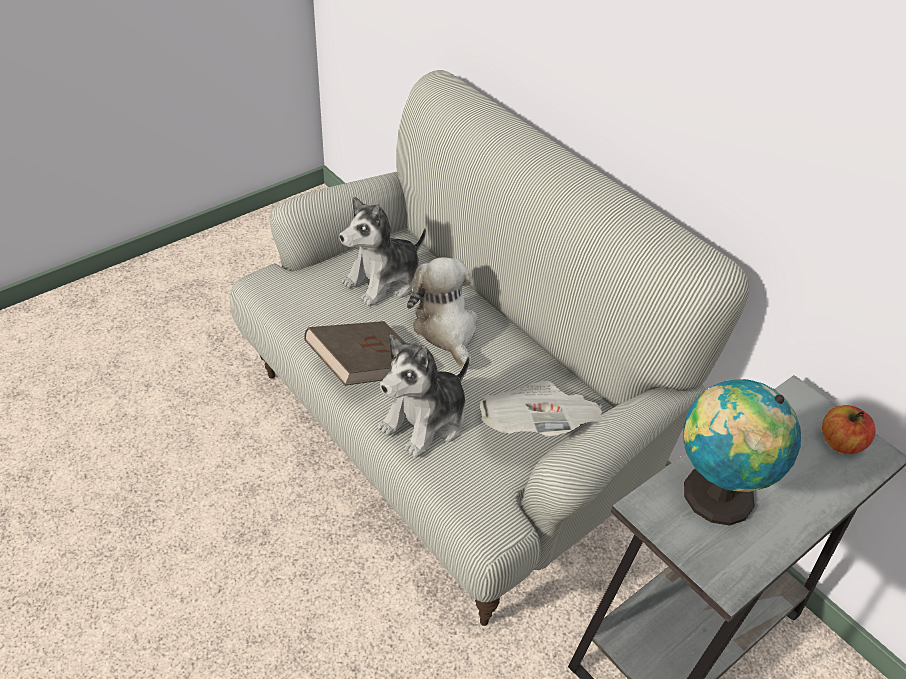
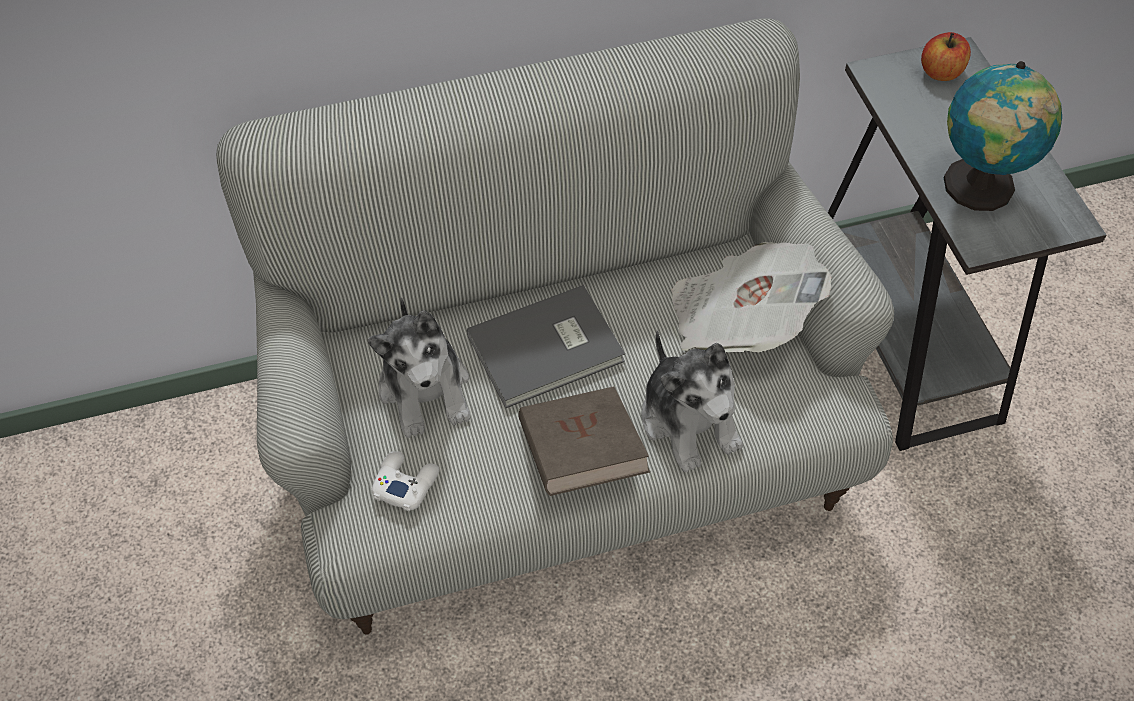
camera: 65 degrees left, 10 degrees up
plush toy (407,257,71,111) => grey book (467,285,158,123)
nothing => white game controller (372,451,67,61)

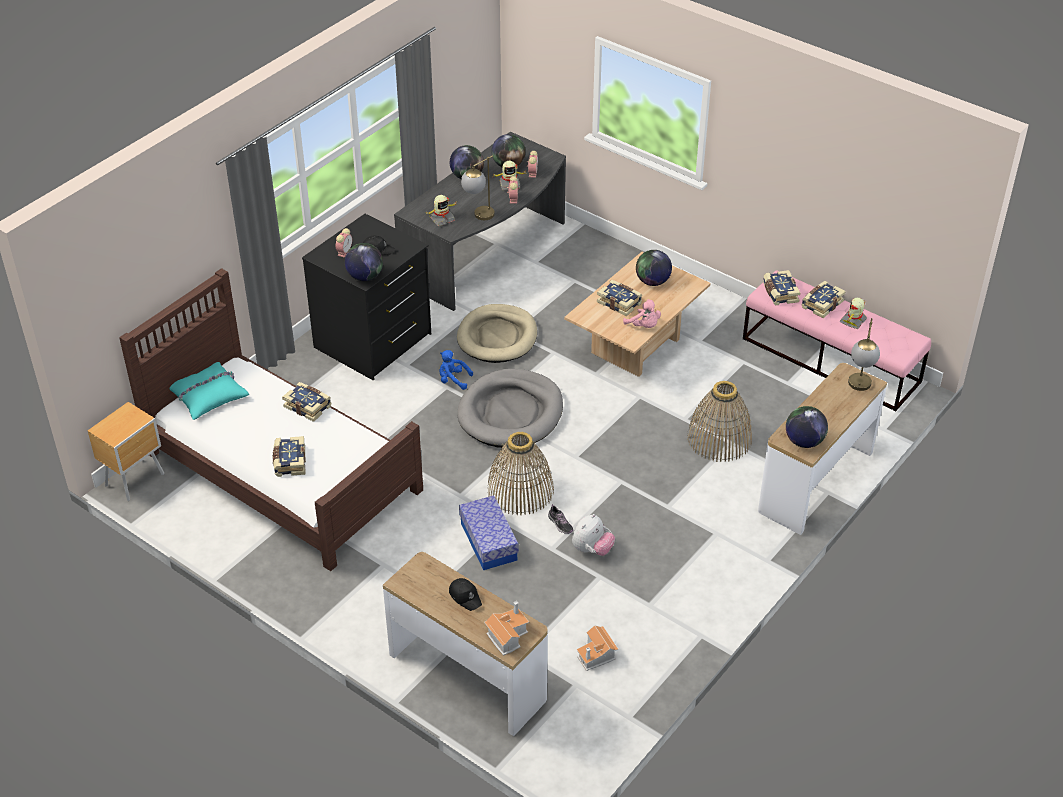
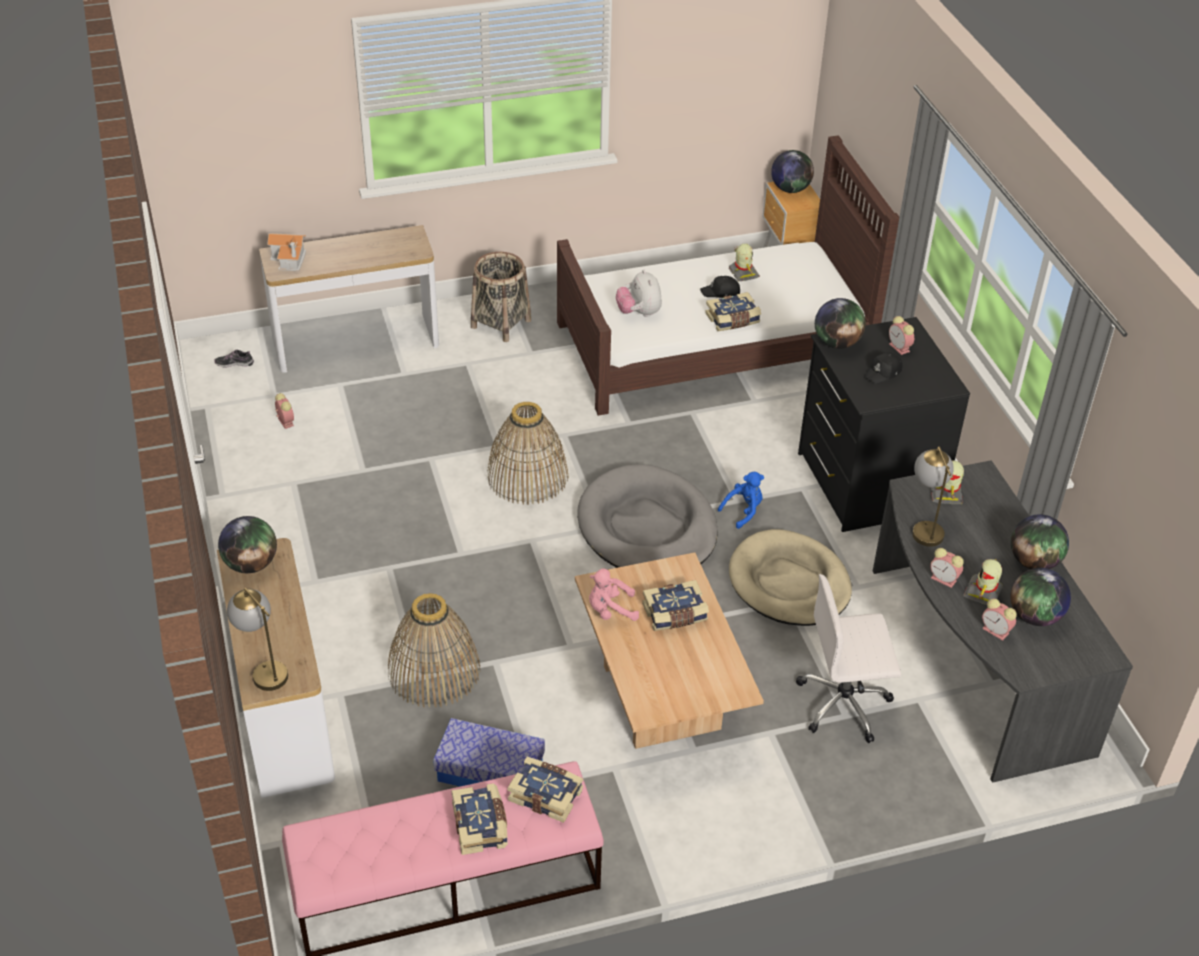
camera: 125 degrees right, 0 degrees up
turquoise pillow (170,362,79,58) => nothing
book (273,436,33,41) => nothing
black cap (449,578,33,33) => black cap (700,276,40,22), moved
storage box (459,495,60,75) => storage box (433,718,112,69), moved
shoe (548,504,25,30) => shoe (214,350,40,18), moved
plush toy (572,514,43,42) => plush toy (616,270,46,47), moved
toy house (577,625,42,46) => alarm clock (275,393,19,36)
globe (636,250,36,36) => globe (771,150,43,43), moved
toy robot (840,297,27,32) => toy robot (729,244,31,37), moved
nothing => basket (471,252,60,90)
nothing => white office chair (796,574,105,169)

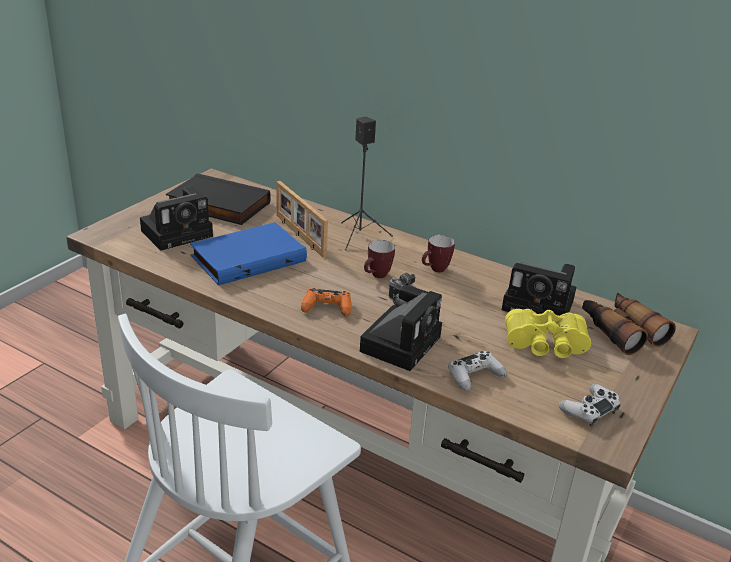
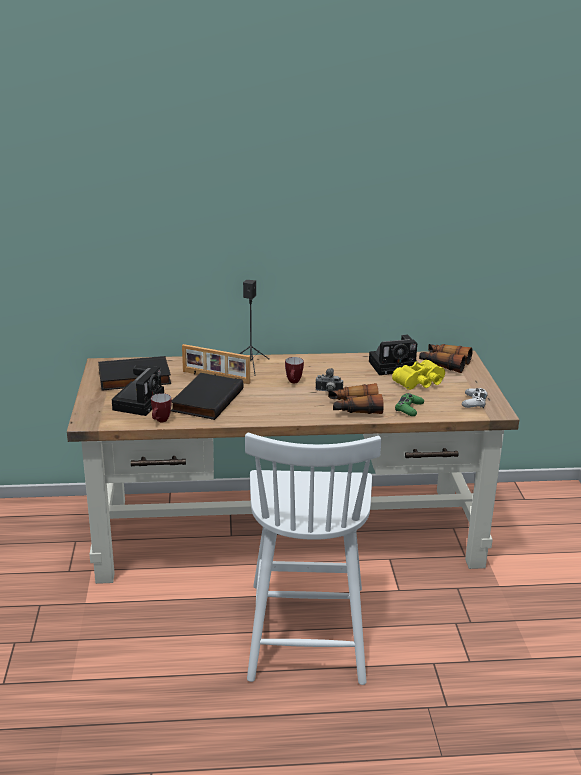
camera: 35 degrees left, 5 degrees down
blue book (190,222,117,63) => black book (171,373,73,47)
orange game controller (301,288,51,29) => nothing
photo camera (360,285,82,86) => binoculars (328,383,56,31)
mug (422,235,33,37) => mug (151,393,21,29), moved
white game controller (448,351,59,40) => green game controller (395,393,29,23)

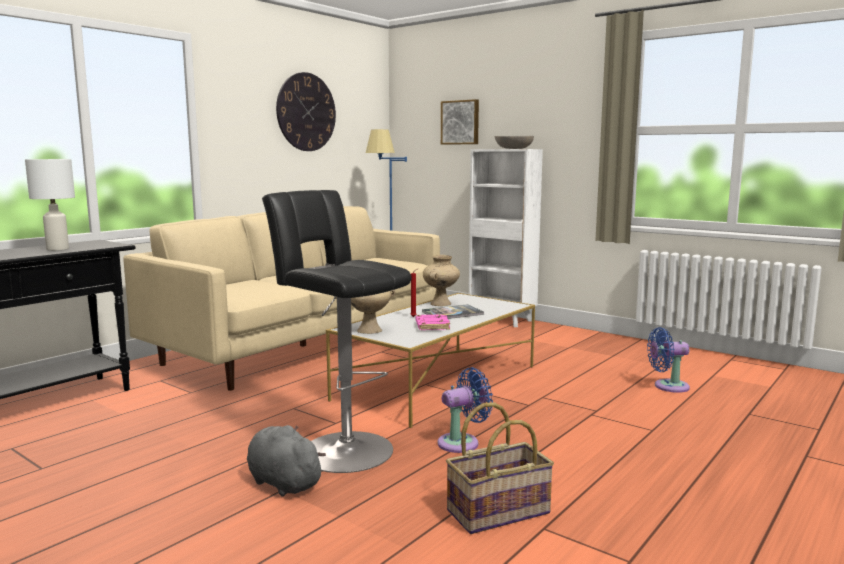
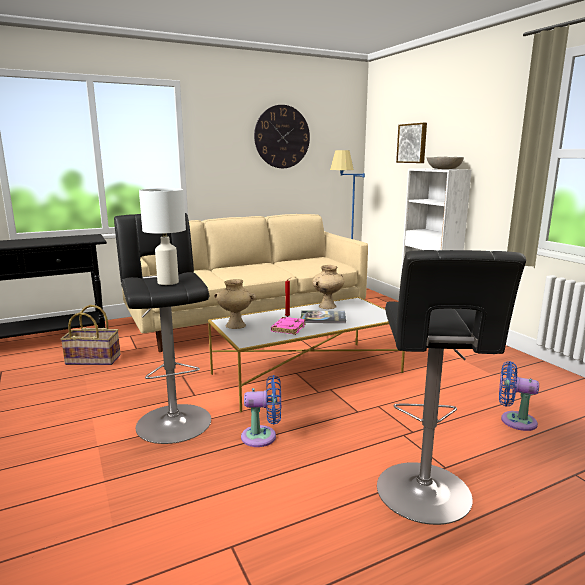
camera: 25 degrees right, 5 degrees up
white table lamp (25,159,50,92) => white table lamp (139,188,47,97), moved
grey plush toy (247,425,79,72) => nothing
basket (446,402,108,132) => basket (61,305,60,60), moved
nothing => black stool (377,250,149,275)

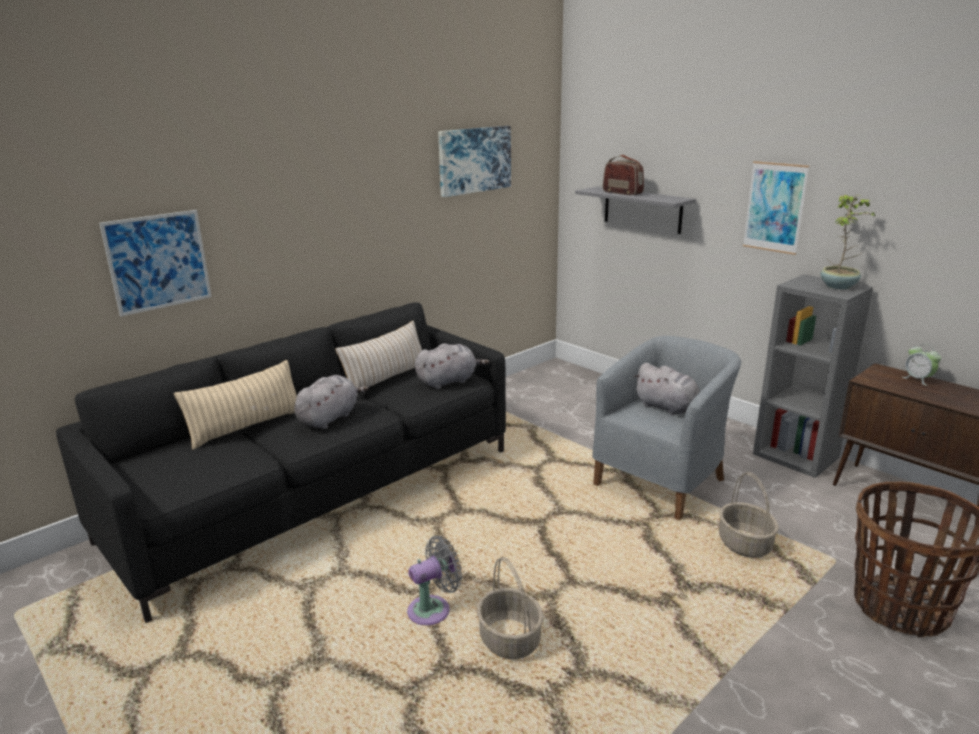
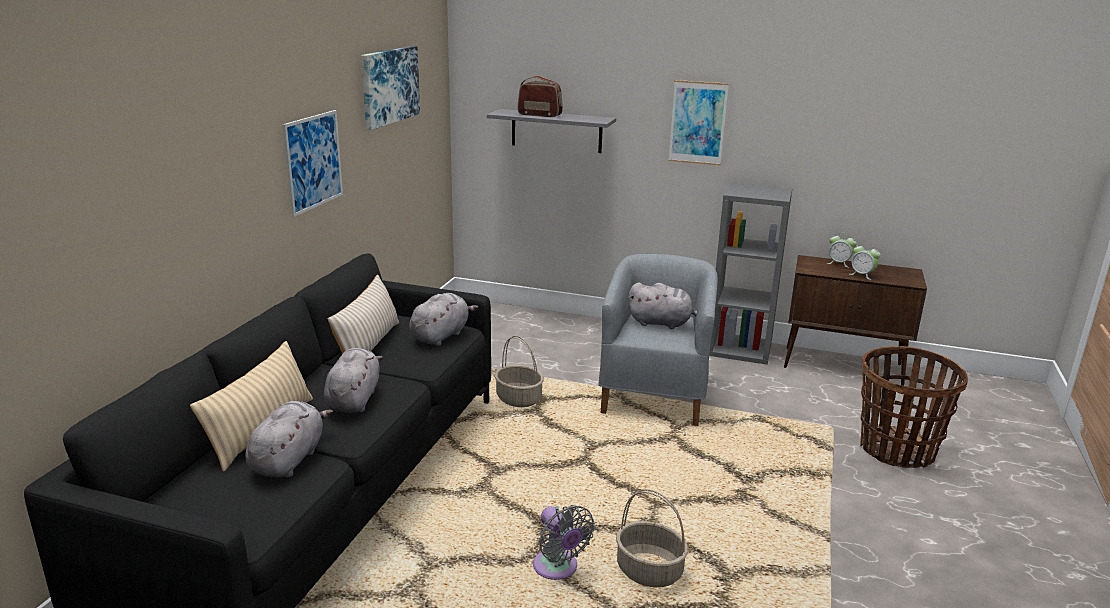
camera: 30 degrees left, 0 degrees up
picture (99,210,113,106) => picture (283,110,60,107), moved
grey fan (407,536,55,89) => grey fan (533,505,62,75), 120 degrees clockwise
basket (719,472,60,86) => basket (495,336,49,71), moved
potted plant (821,195,54,94) => nothing
nothing => grey plush toy (245,401,88,77)
nothing => alarm clock (850,243,30,37)

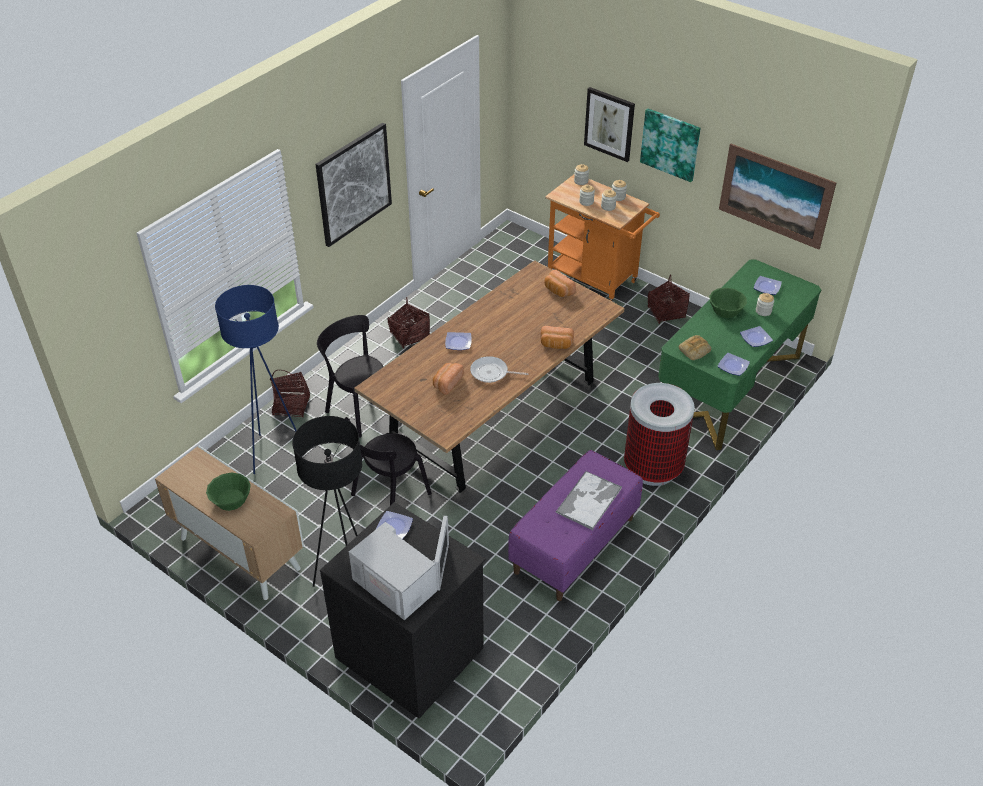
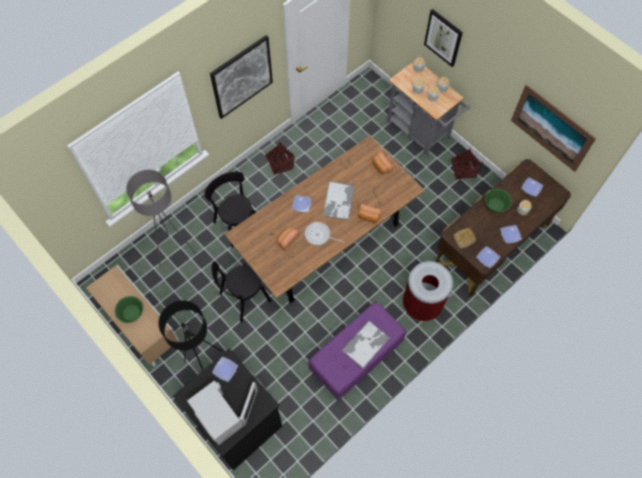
camera: 10 degrees right, 20 degrees up
blue floor lamp (215,285,82,189) => grey floor lamp (126,170,70,97)
basket (270,370,40,47) => nothing
orange cart (545,174,115,128) => grey cart (386,61,84,96)
picture (640,108,61,74) => nothing
green desk (658,259,163,191) => brown desk (435,159,136,138)
nothing => tray (323,182,32,38)

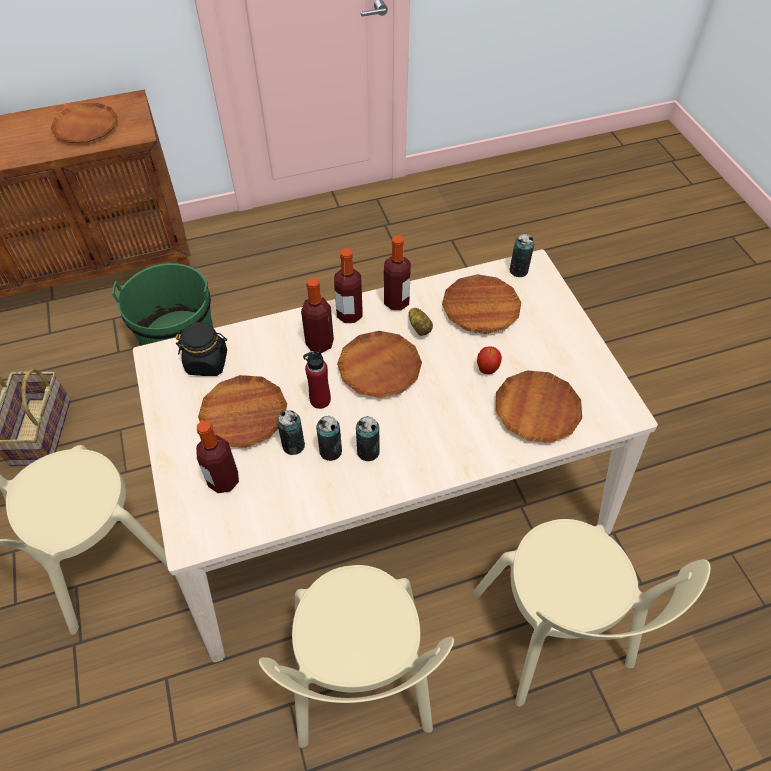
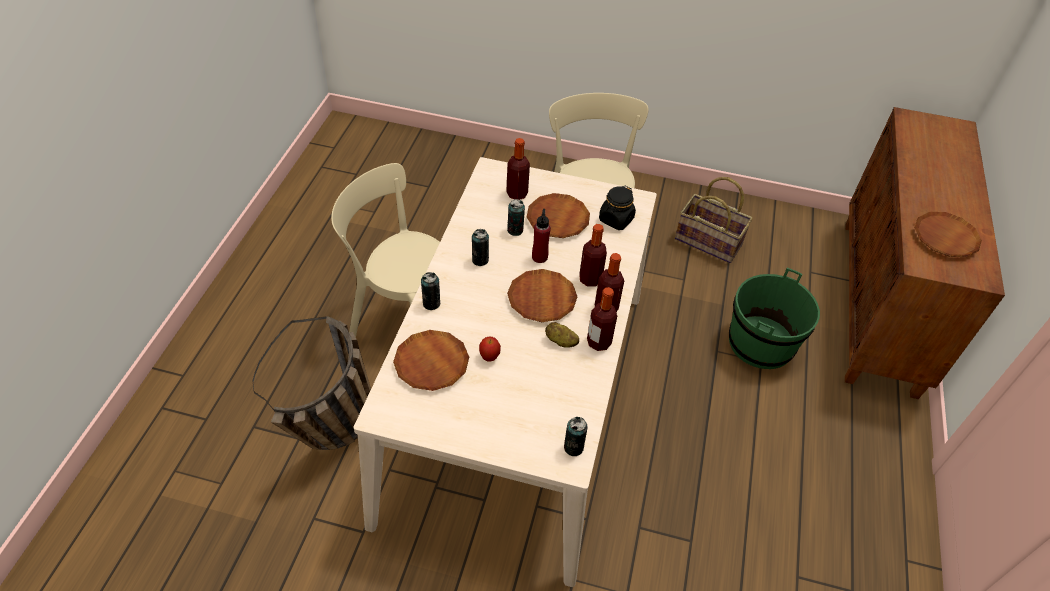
camera: 120 degrees right, 5 degrees down
can (316,416,26,45) => can (421,272,19,38), moved
brown plate (442,274,79,60) => nothing
beige chair (473,519,238,188) => basket (253,316,118,134)

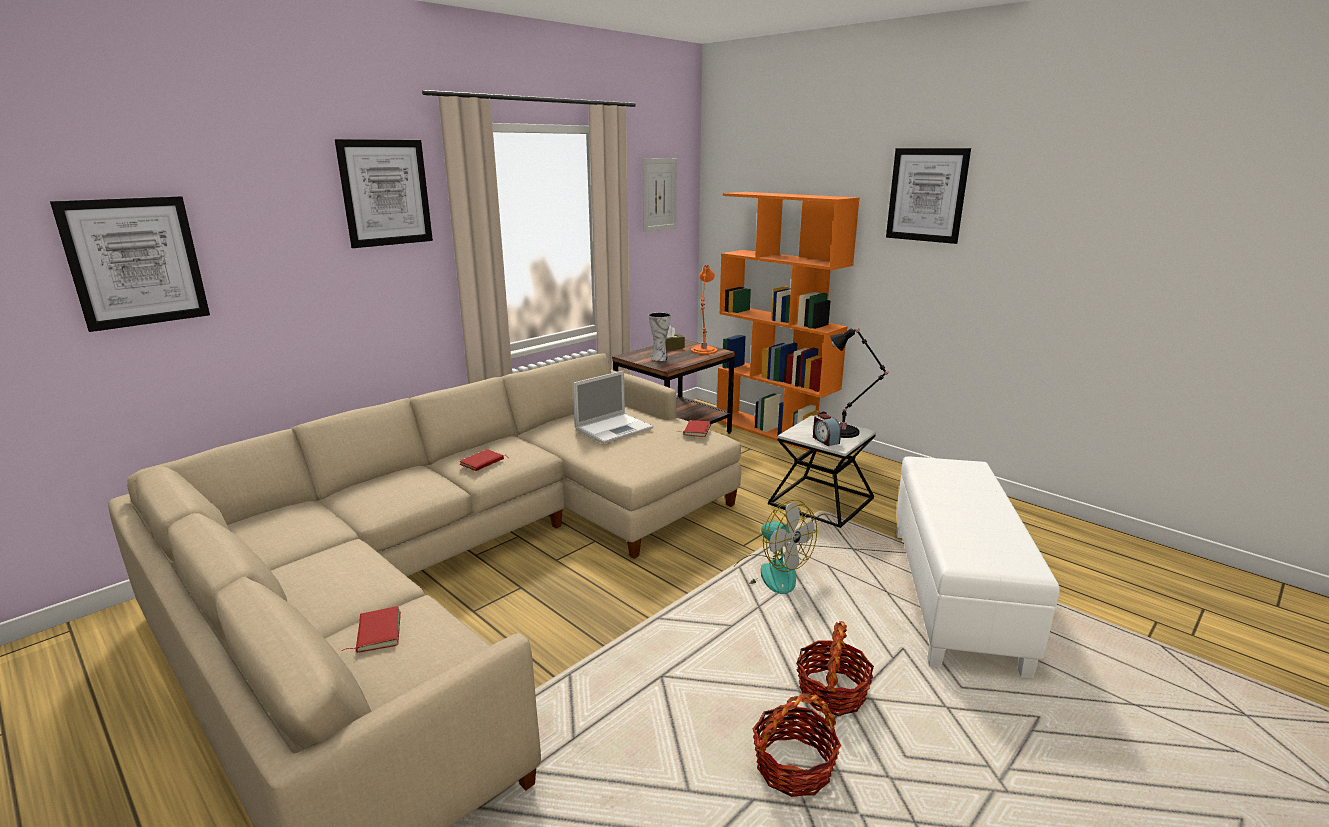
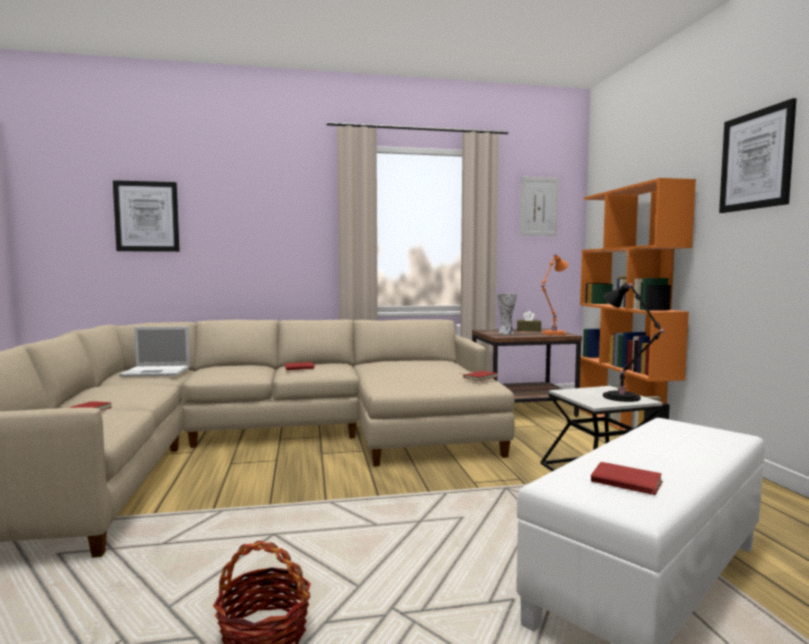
camera: 35 degrees right, 15 degrees down
picture (335,139,98,109) => nothing
laptop (573,371,80,73) => laptop (119,326,71,51), moved
fan (731,500,86,94) => nothing
basket (796,621,78,95) => nothing
alarm clock (813,413,28,33) => nothing
nothing => red book (591,462,72,33)

